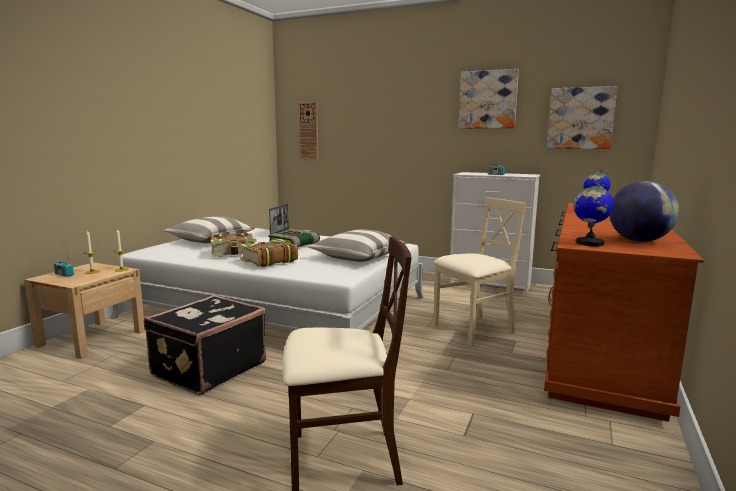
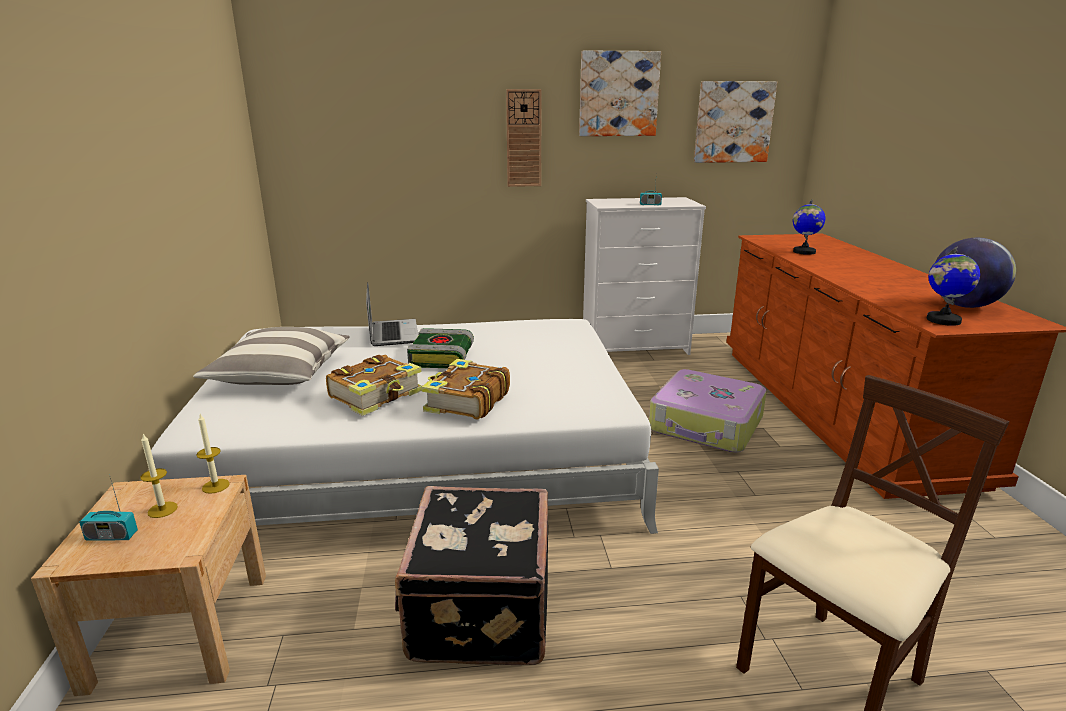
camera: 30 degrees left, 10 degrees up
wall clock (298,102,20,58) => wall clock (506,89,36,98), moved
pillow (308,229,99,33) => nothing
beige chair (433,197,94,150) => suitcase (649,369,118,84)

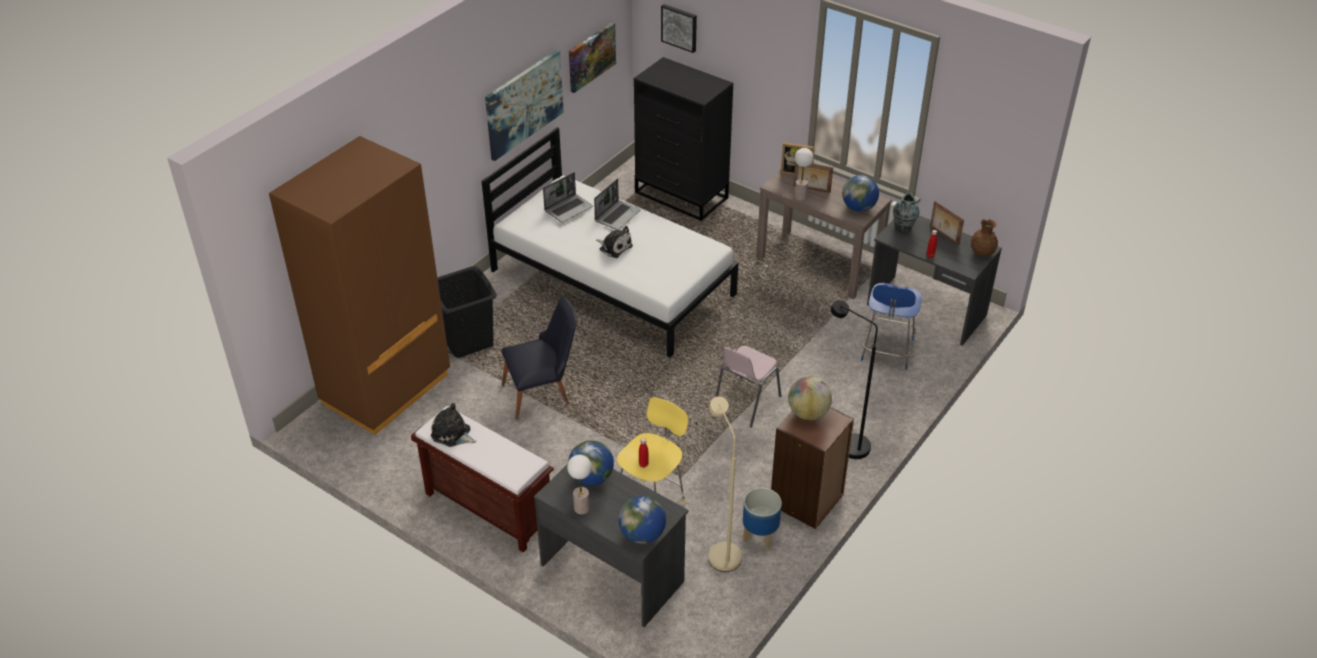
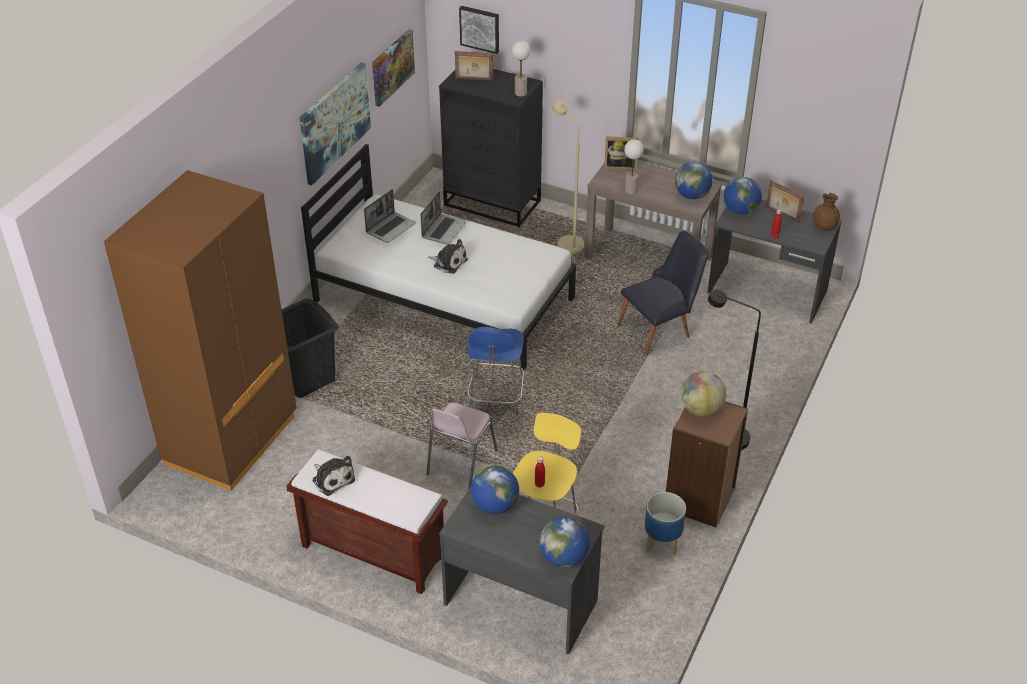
camera: 10 degrees left, 0 degrees up
plush toy (431,403,45,44) => plush toy (312,456,43,40), 150 degrees counterclockwise
black chair (501,297,76,123) => black chair (617,231,91,125), moved
table lamp (567,455,25,60) => table lamp (512,40,19,57), moved
beige floor lamp (708,396,34,176) => beige floor lamp (552,100,32,155), moved
pink chair (715,346,66,82) => pink chair (426,402,72,88), moved
picture frame (793,162,40,31) => picture frame (455,51,38,30), moved
blue stool (861,283,61,87) => blue stool (467,327,57,89), moved
vase (893,192,26,40) => globe (724,177,38,38)

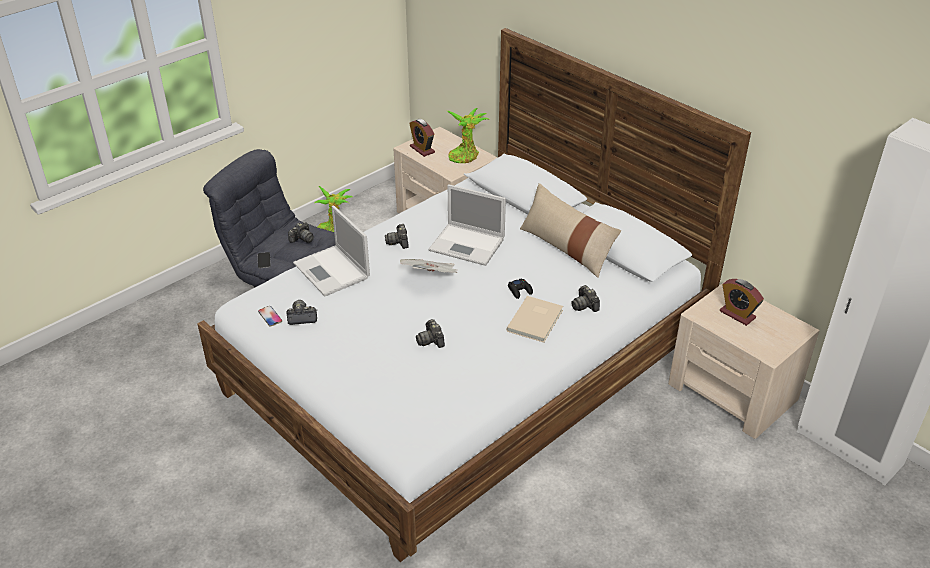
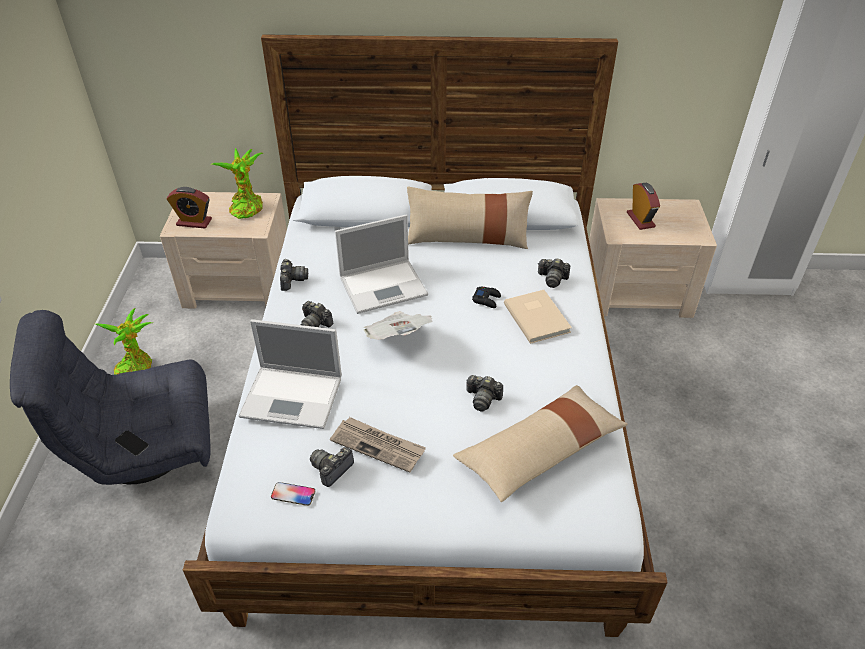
camera: 45 degrees left, 5 degrees up
photo camera (288,222,26,21) => photo camera (280,259,28,32), moved
alarm clock (720,279,44,47) => alarm clock (627,183,33,47), 105 degrees counterclockwise
nothing => newspaper (330,417,96,56)
nothing => beige pillow (453,385,175,117)

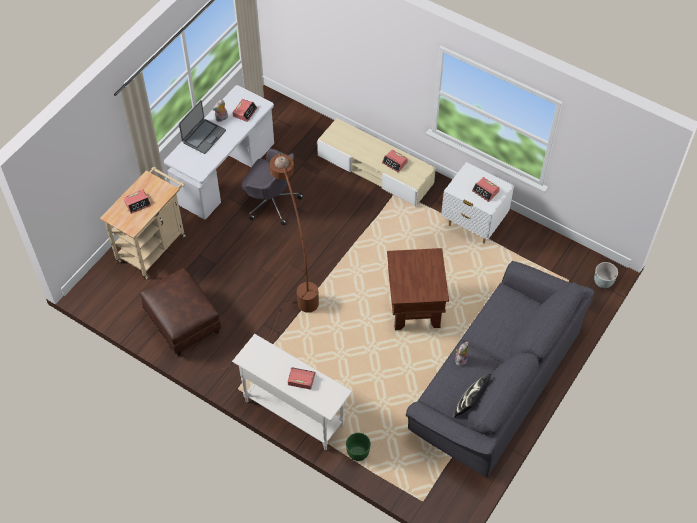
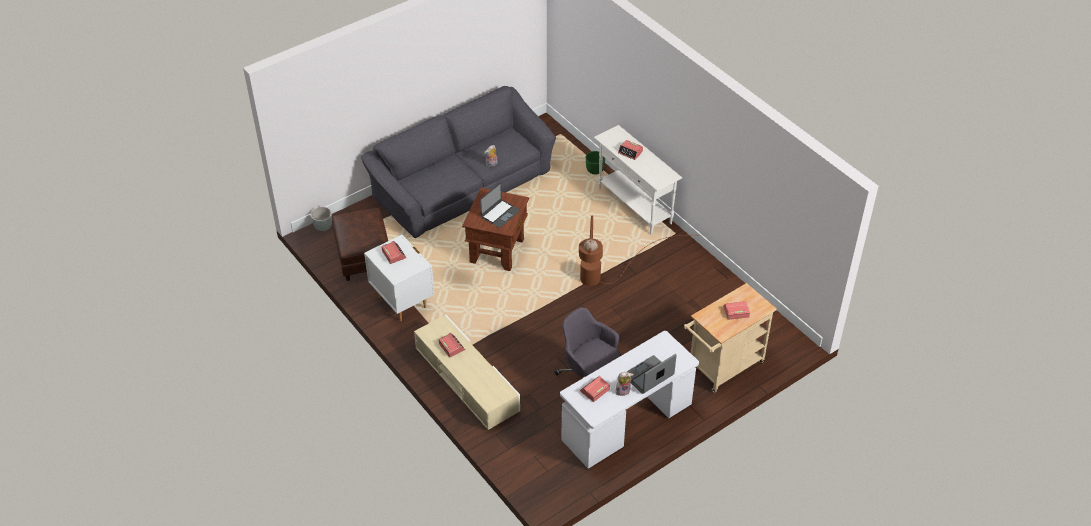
camera: 160 degrees left, 10 degrees down
brown ottoman (140,268,82,88) => brown ottoman (332,208,56,73), moved
pillow (453,373,38,45) => nothing
nothing => laptop (480,182,40,46)

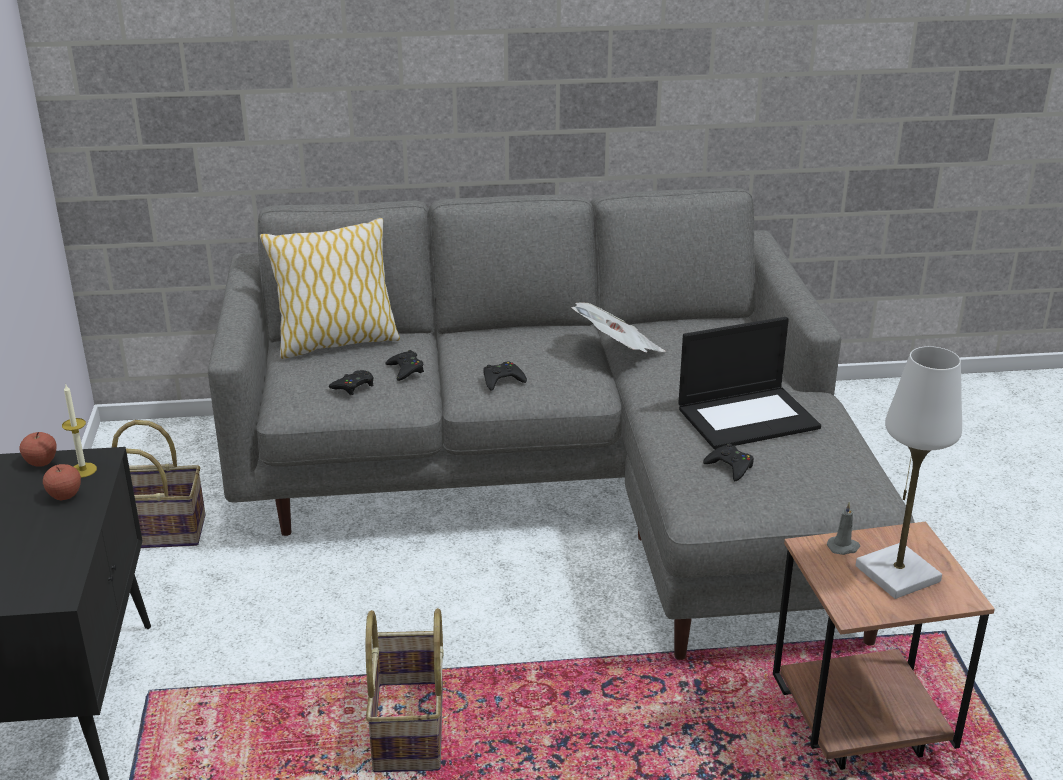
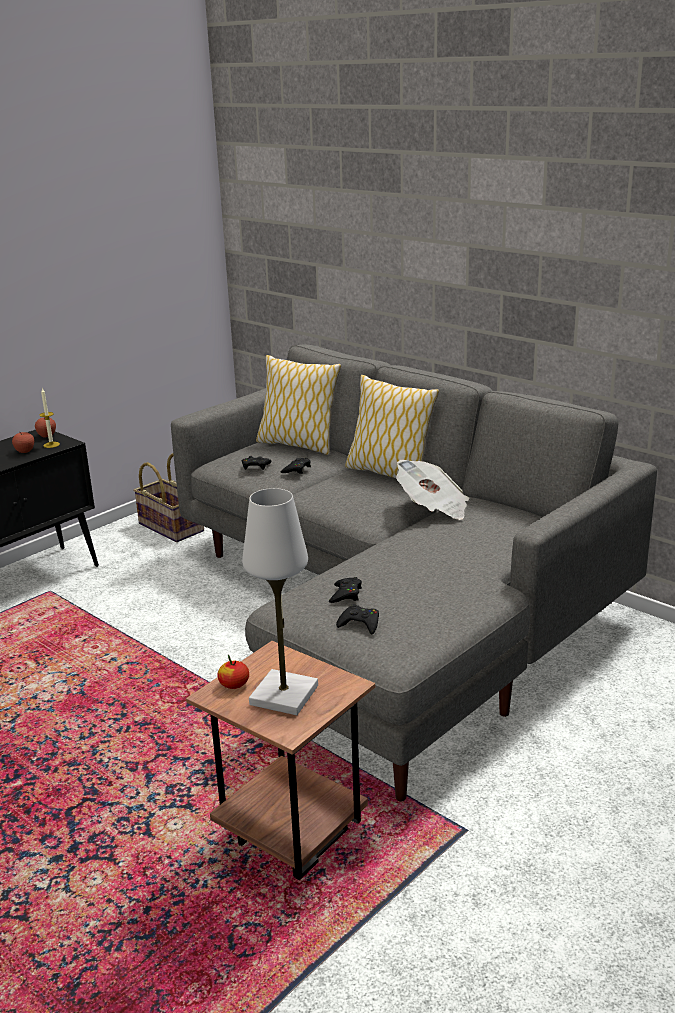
camera: 50 degrees right, 5 degrees down
basket (366,608,78,164) => nothing
black game controller (483,362,44,29) => black game controller (336,604,43,31), moved
laptop (678,317,143,133) => nothing
grey candle (827,501,33,54) => nothing
nothing => apple (217,654,32,35)
nothing => pillow (345,375,94,103)

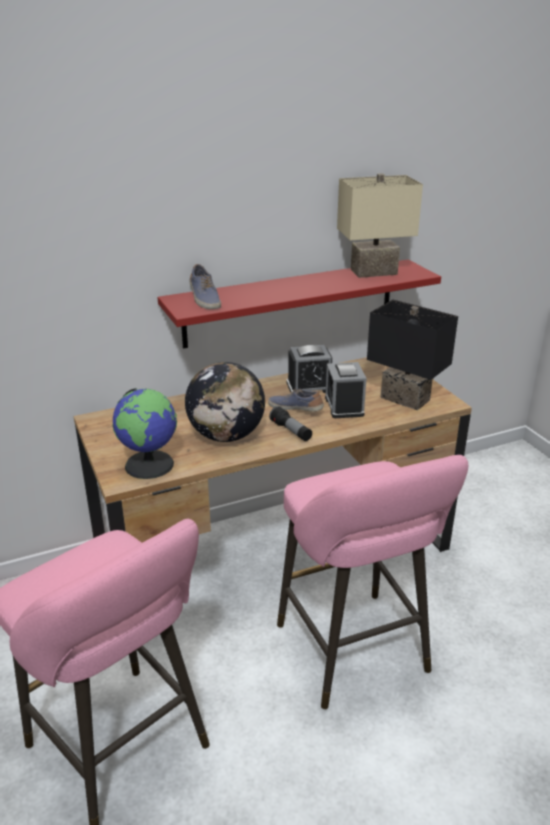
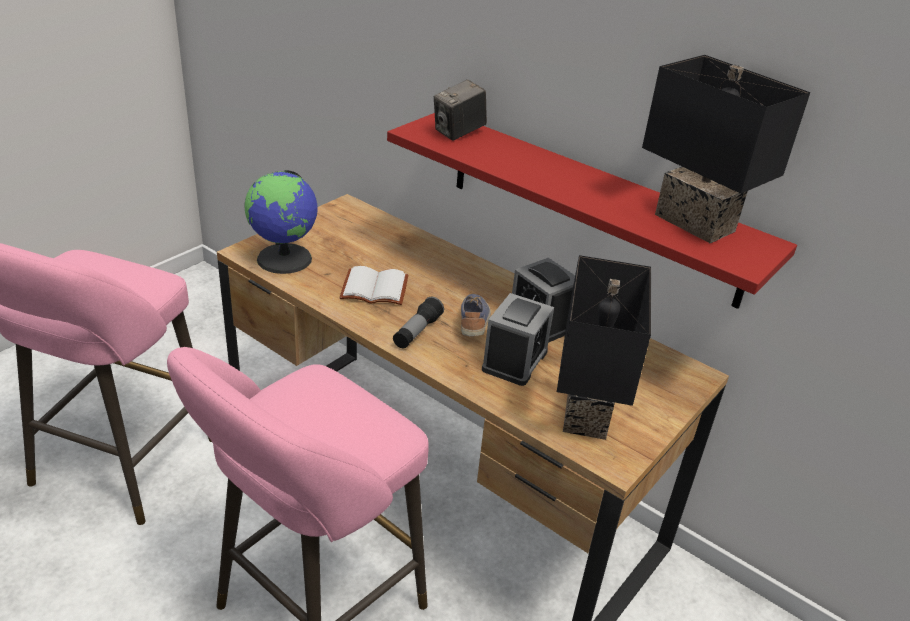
camera: 60 degrees right, 5 degrees up
globe (185,362,80,80) => white book (339,266,69,39)
shoe (189,264,32,45) => photo camera (434,79,53,62)
alarm clock (325,362,42,56) => alarm clock (482,293,72,93), 150 degrees clockwise
beige table lamp (337,173,86,105) => black table lamp (642,55,168,188)

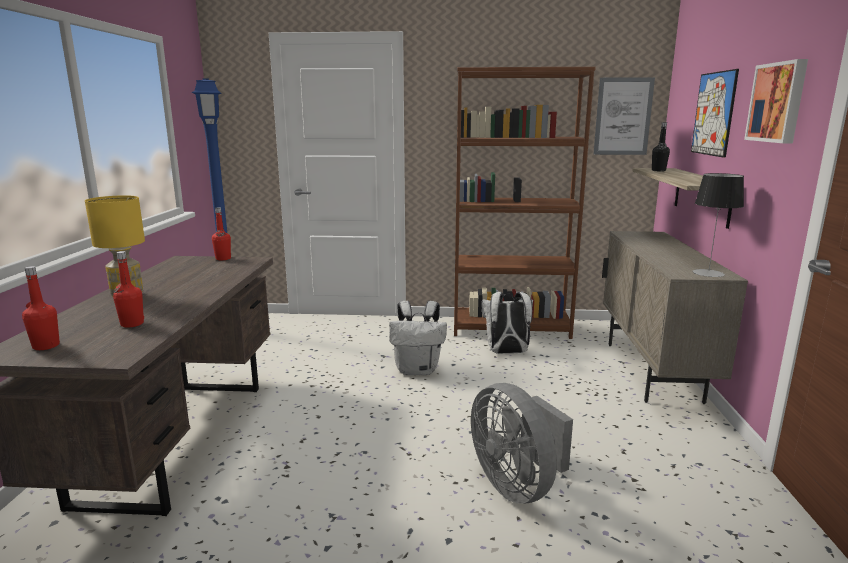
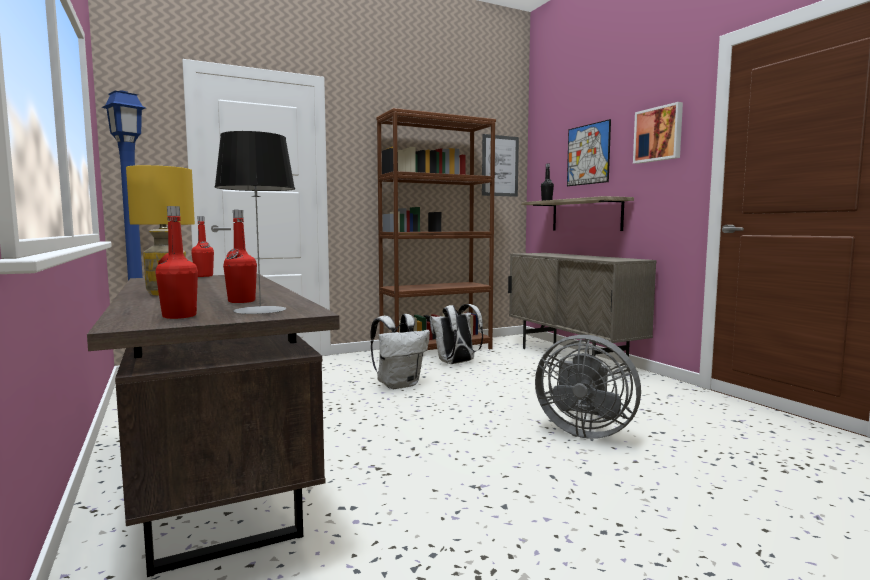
camera: 30 degrees left, 10 degrees down
table lamp (692,173,52,104) => table lamp (215,131,80,183), moved

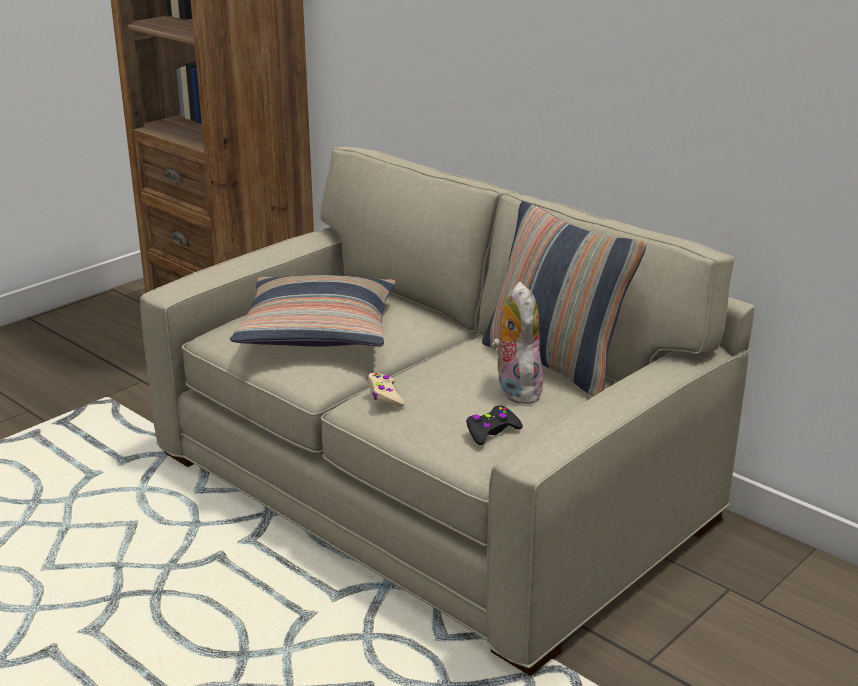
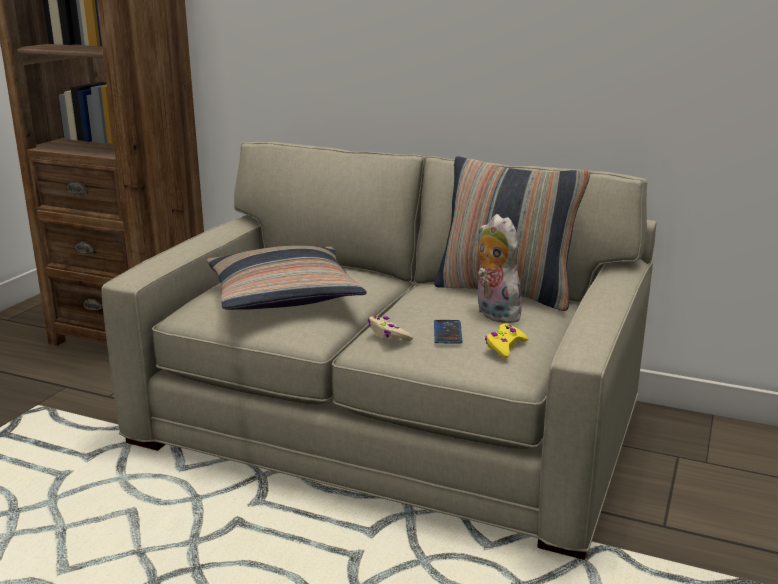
camera: 20 degrees left, 5 degrees down
black game controller (466,405,57,40) => yellow game controller (485,323,43,35)
nothing => phone (434,320,29,24)

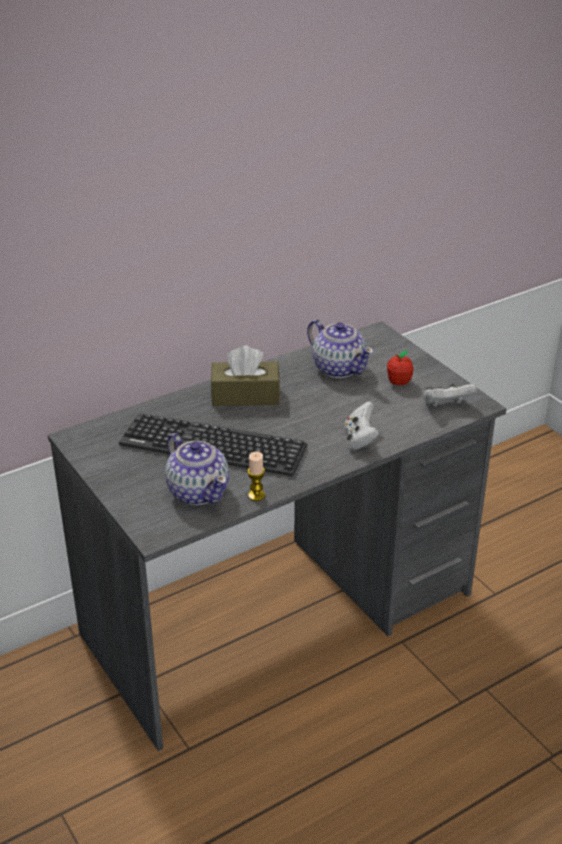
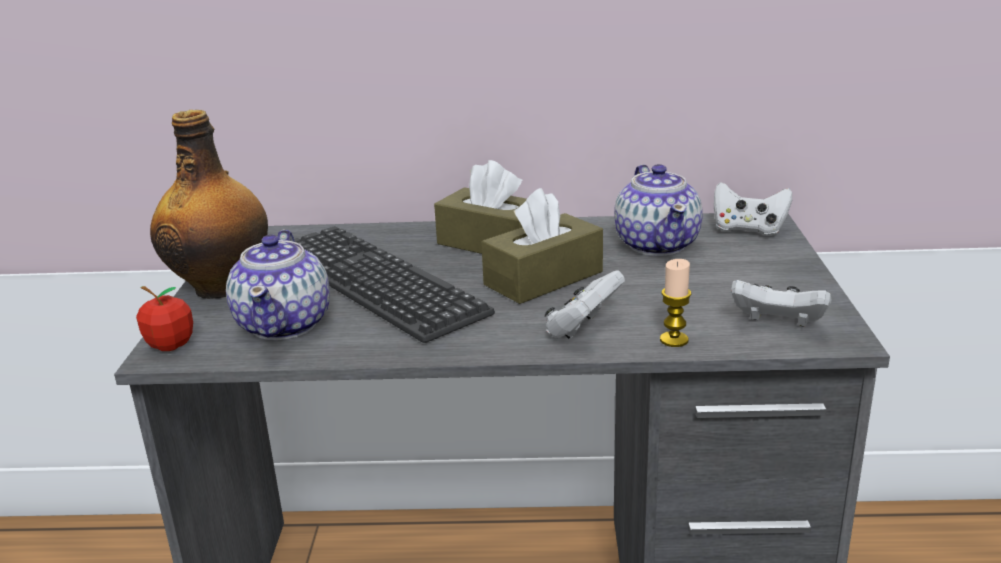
camera: 35 degrees right, 10 degrees down
candle (248,451,17,50) => candle (660,259,31,88), moved
apple (387,350,26,35) => apple (136,286,57,65), moved
nothing => bottle (150,110,118,189)
nothing => brown tissue box (481,188,122,116)
nothing => white game controller (714,182,78,54)

